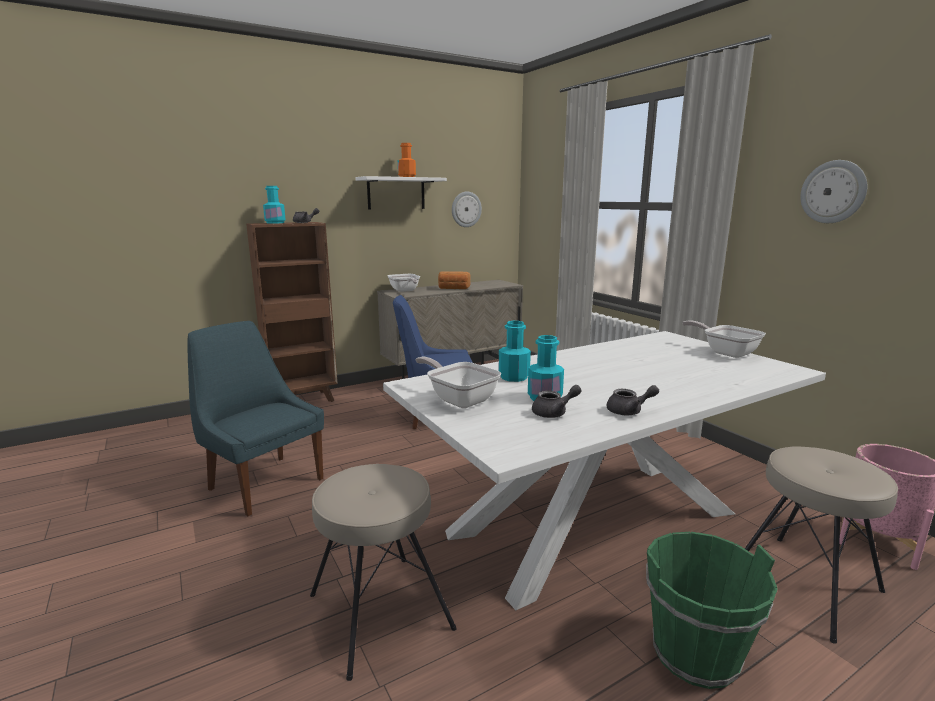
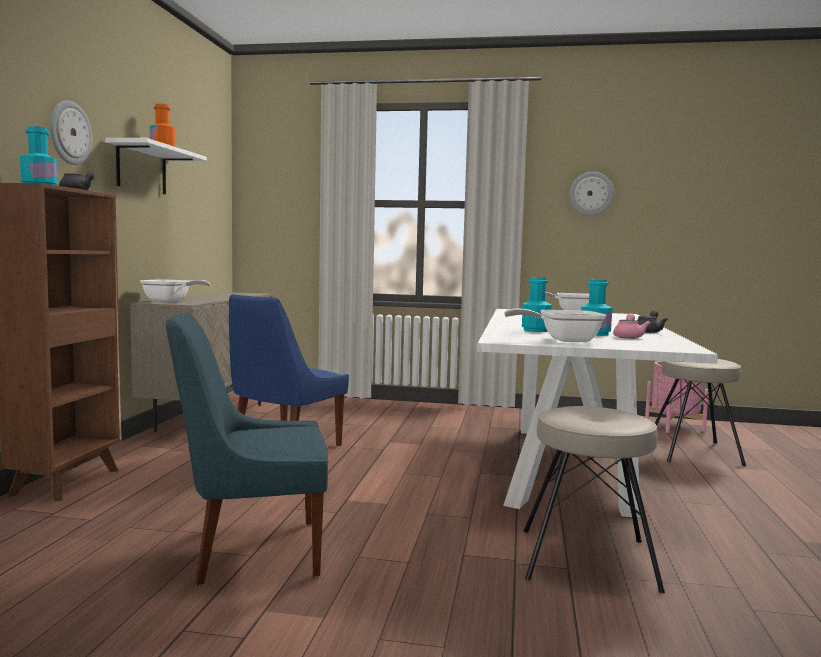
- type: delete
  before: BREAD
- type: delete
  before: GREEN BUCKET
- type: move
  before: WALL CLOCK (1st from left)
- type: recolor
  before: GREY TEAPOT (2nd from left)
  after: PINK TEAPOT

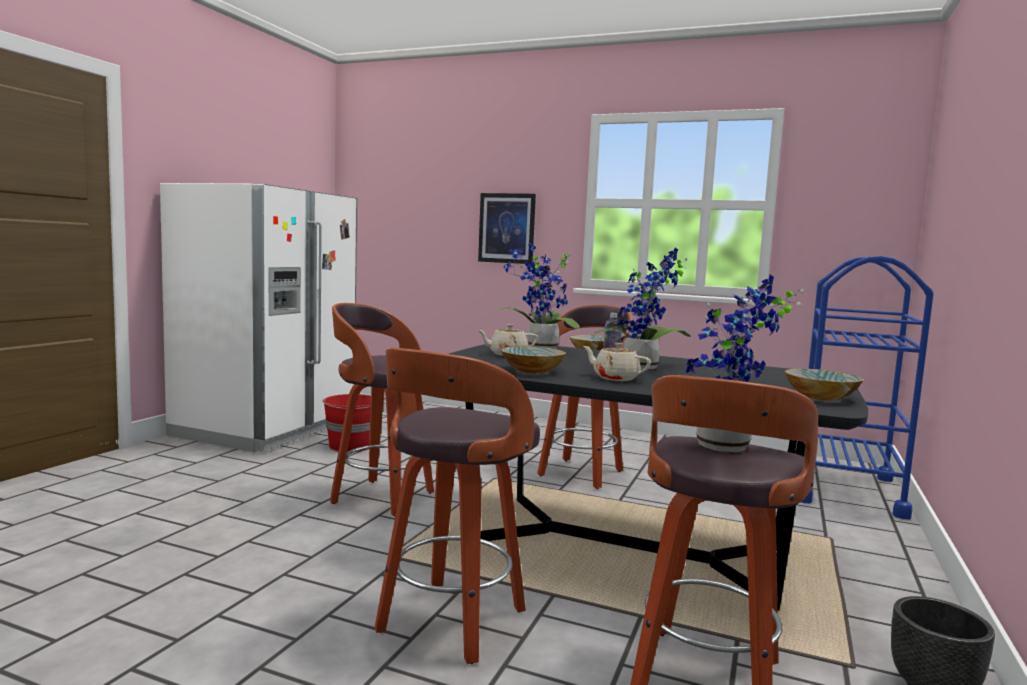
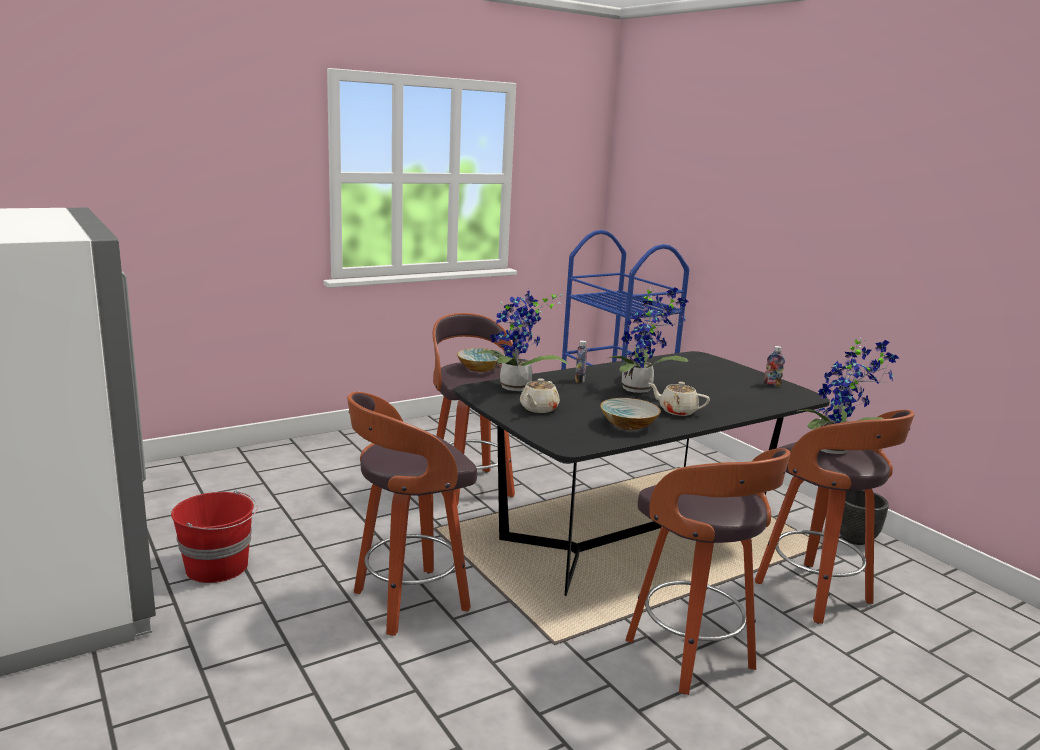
- type: delete
  before: PICTURE
- type: replace
  before: BOWL (3rd from left)
  after: BOTTLE (2nd from left)
- type: rotate
  before: BEIGE TEAPOT (2nd from left)
  turn: 45

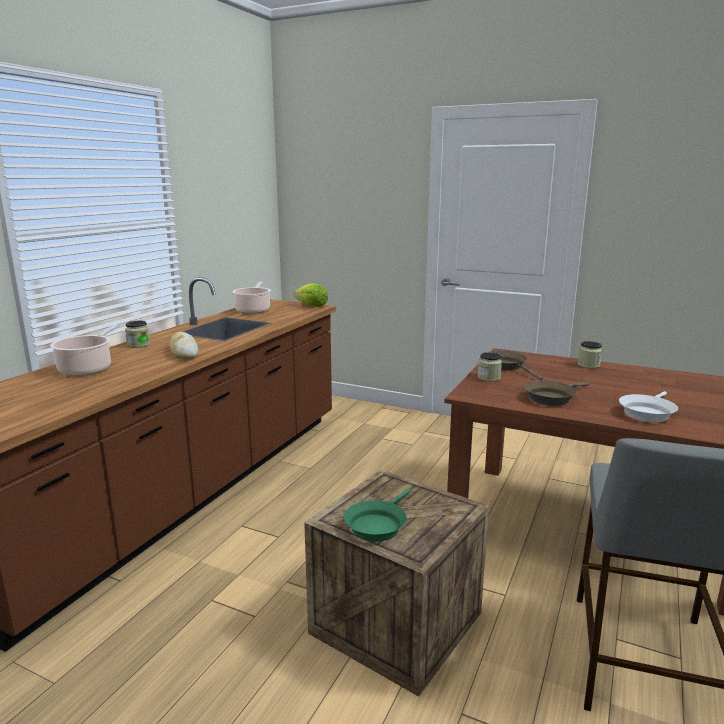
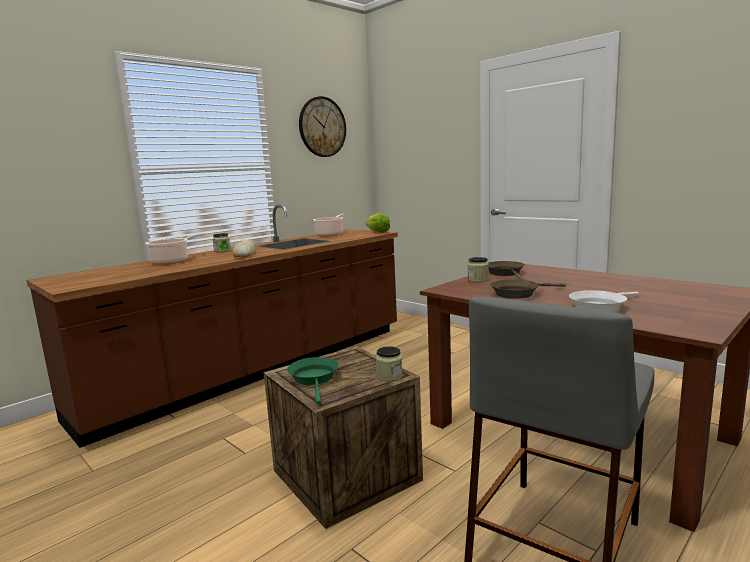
- type: insert
  after: WALL CLOCK
- type: move
  before: JAR (3rd from left in the first image)
  after: JAR (2nd from left)
- type: rotate
  before: GREEN FRYING PAN
  turn: 120

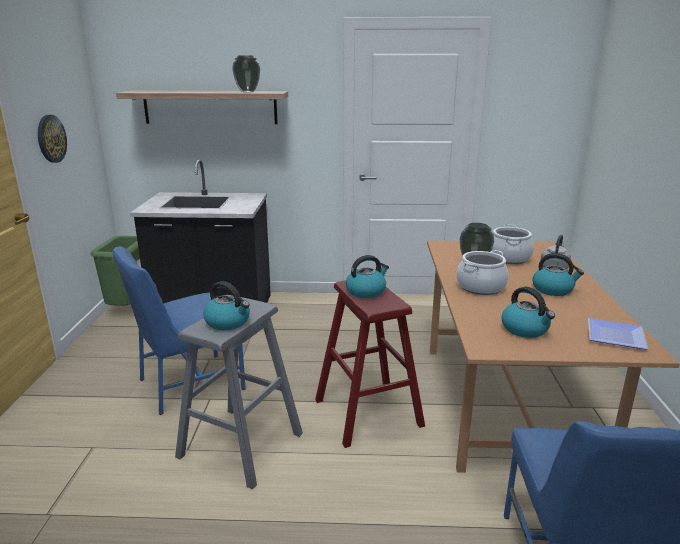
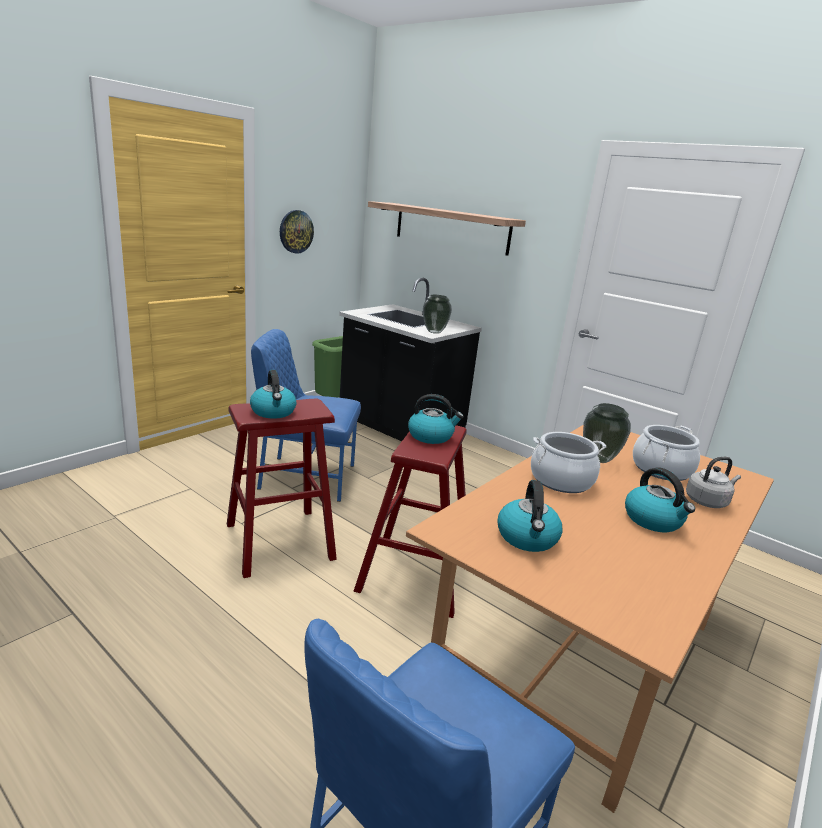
- type: delete
  before: PLATE
- type: move
  before: VASE (1st from left)
- type: recolor
  before: GREY STOOL
  after: RED STOOL (1st from left)

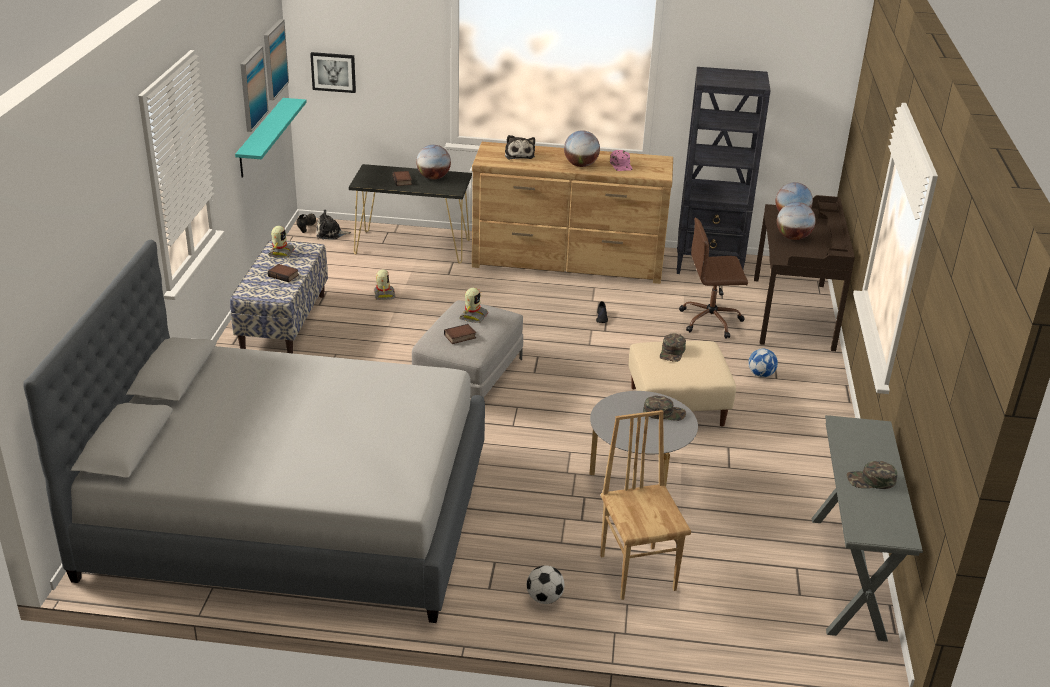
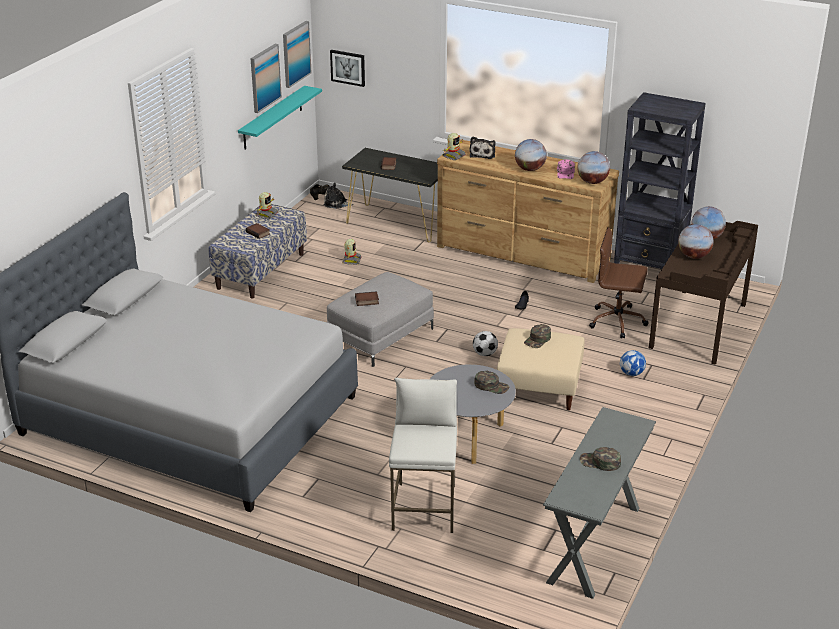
- type: move
  before: GLOBE (1st from left in the first image)
  after: GLOBE (2nd from left)
- type: move
  before: TOY ROBOT (3rd from left)
- type: move
  before: FOOTBALL (1st from left)
- type: replace
  before: BROWN CHAIR
  after: WHITE STOOL

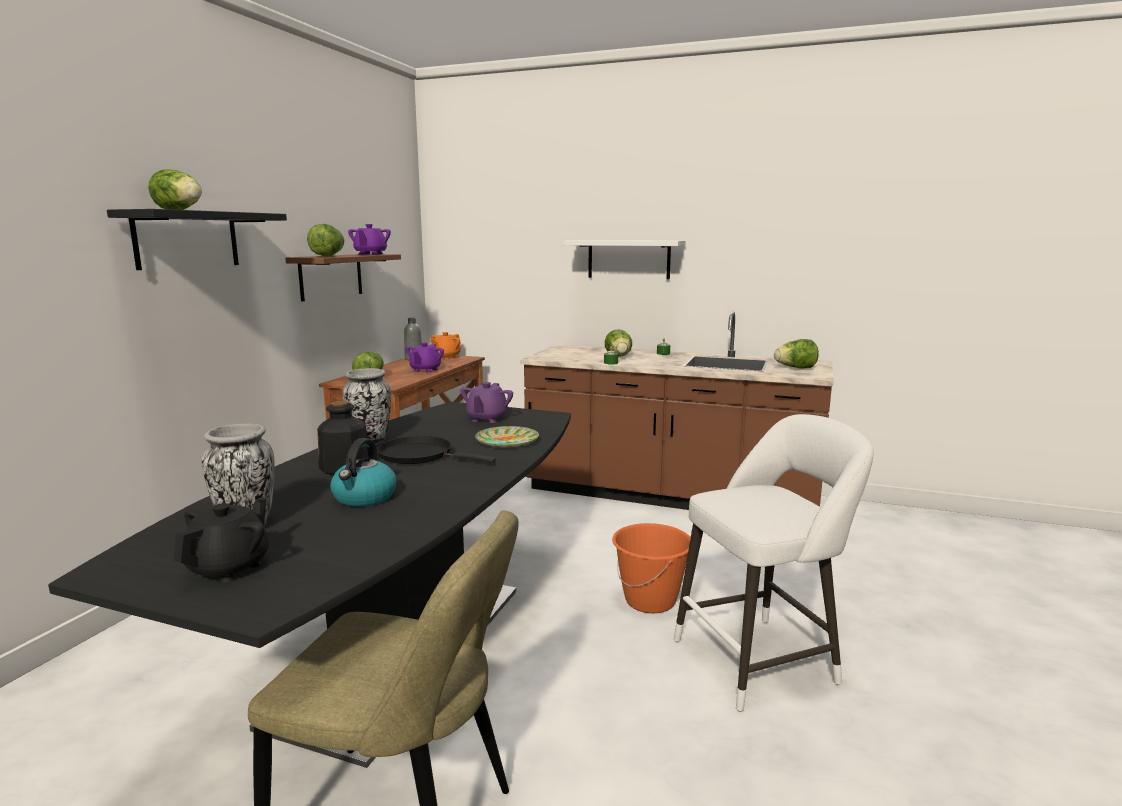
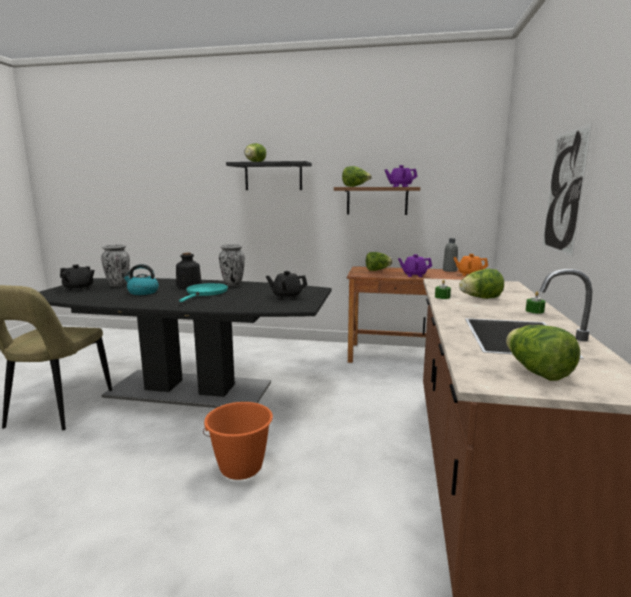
- type: delete
  before: PLATE
- type: delete
  before: WHITE STOOL
- type: replace
  before: WHITE SHELF
  after: PICTURE
- type: recolor
  before: BLACK FRYING PAN
  after: TURQUOISE FRYING PAN
- type: recolor
  before: PURPLE TEAPOT (3rd from left)
  after: BLACK TEAPOT (2nd from left)

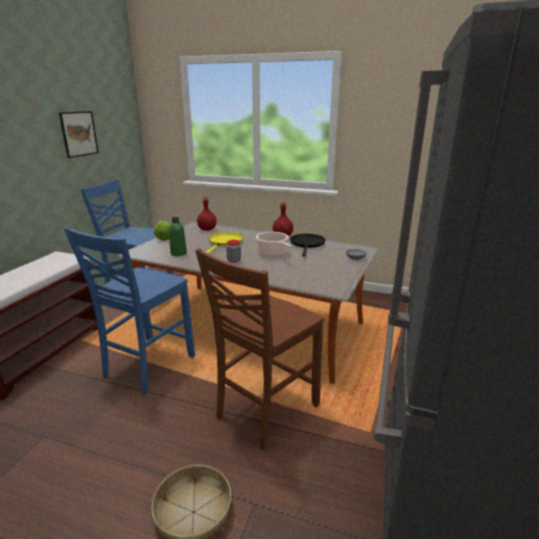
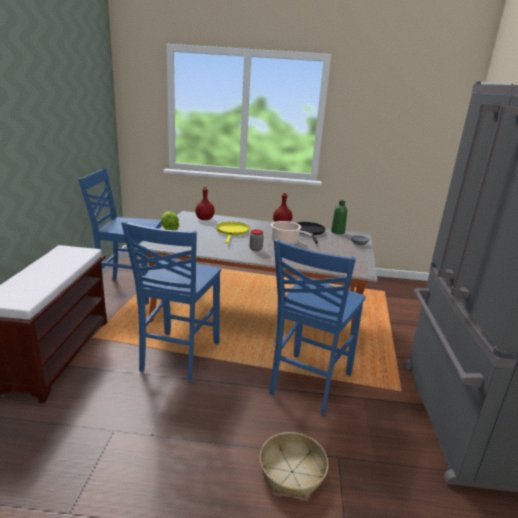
- type: delete
  before: PICTURE
- type: move
  before: GREEN BOTTLE
- type: recolor
  before: BROWN CHAIR
  after: BLUE CHAIR (3rd from left)

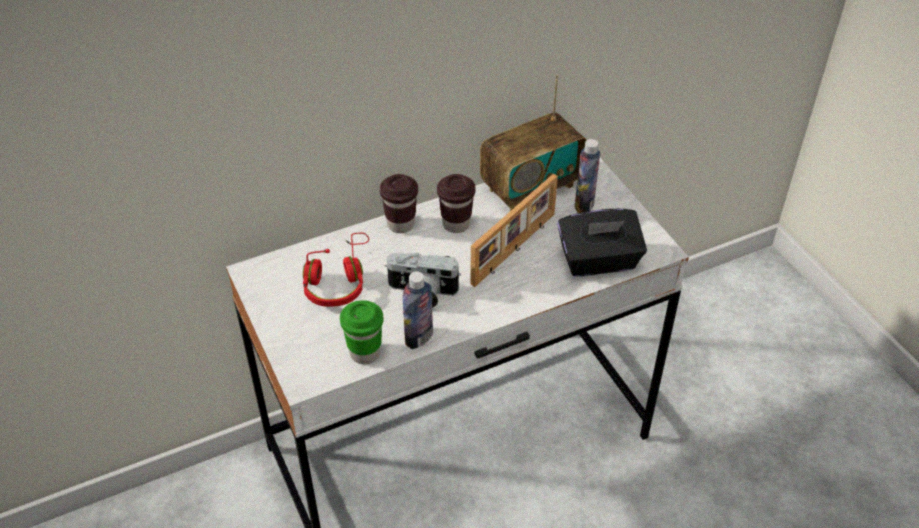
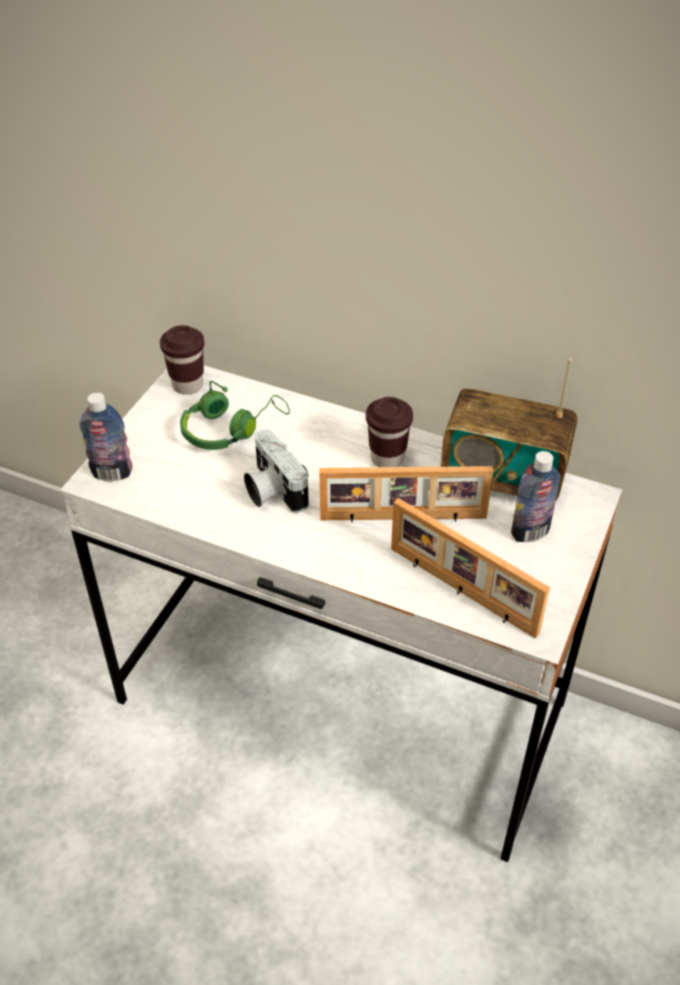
- type: delete
  before: GREEN CUP
- type: move
  before: BROWN CUP (1st from left)
- type: move
  before: BOTTLE (1st from left)
- type: replace
  before: BLACK TISSUE BOX
  after: PICTURE FRAME (2nd from left)
- type: recolor
  before: RED HEADPHONES
  after: GREEN HEADPHONES

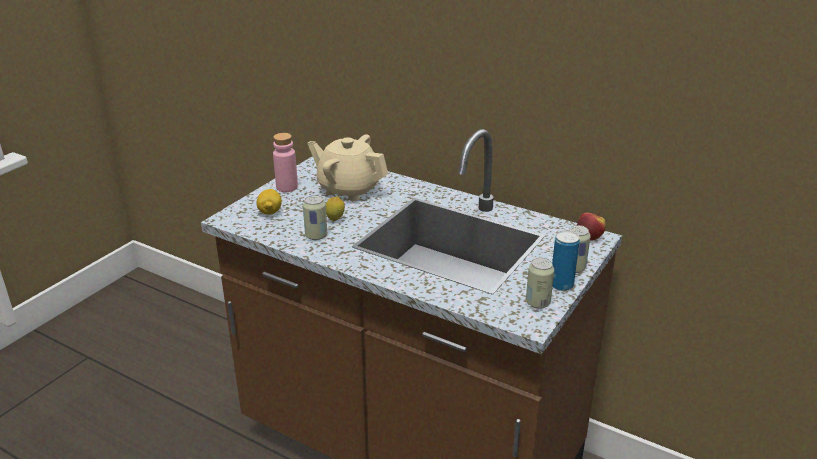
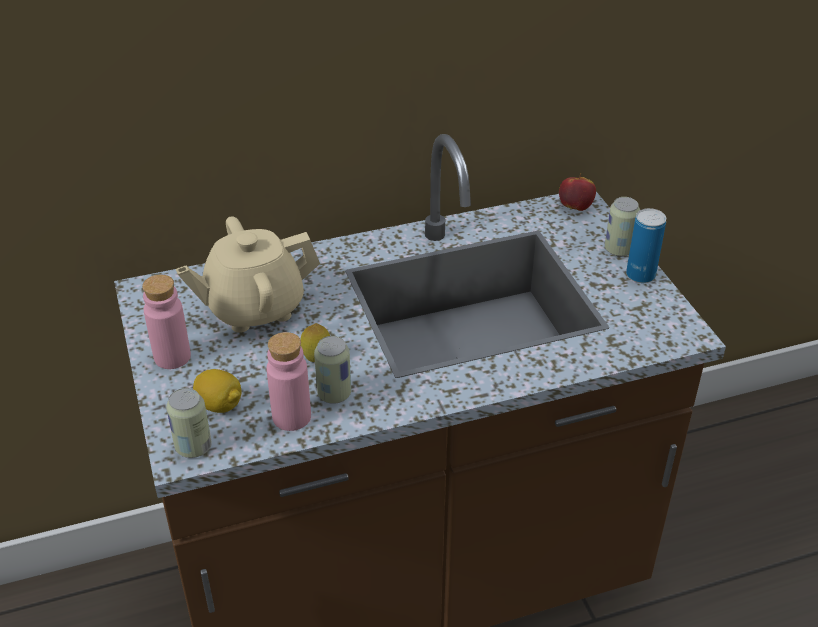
- type: insert
  after: PINK BOTTLE (2nd from left)
- type: move
  before: CAN (2nd from left in the first image)
  after: CAN (1st from left)

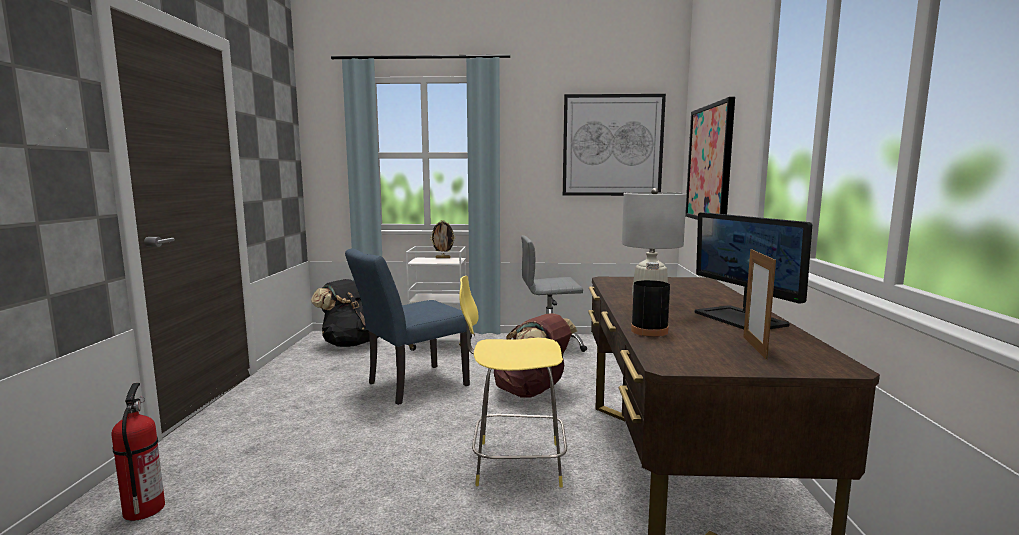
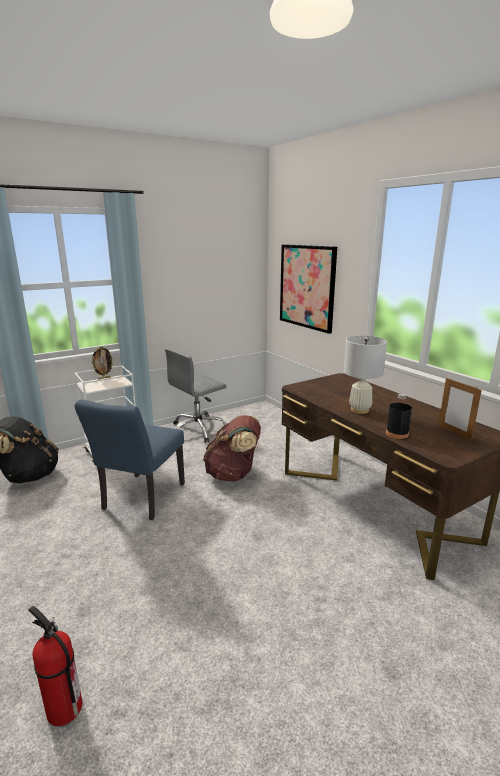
- type: delete
  before: YELLOW STOOL
- type: delete
  before: PICTURE (1st from left)
- type: delete
  before: MONITOR

